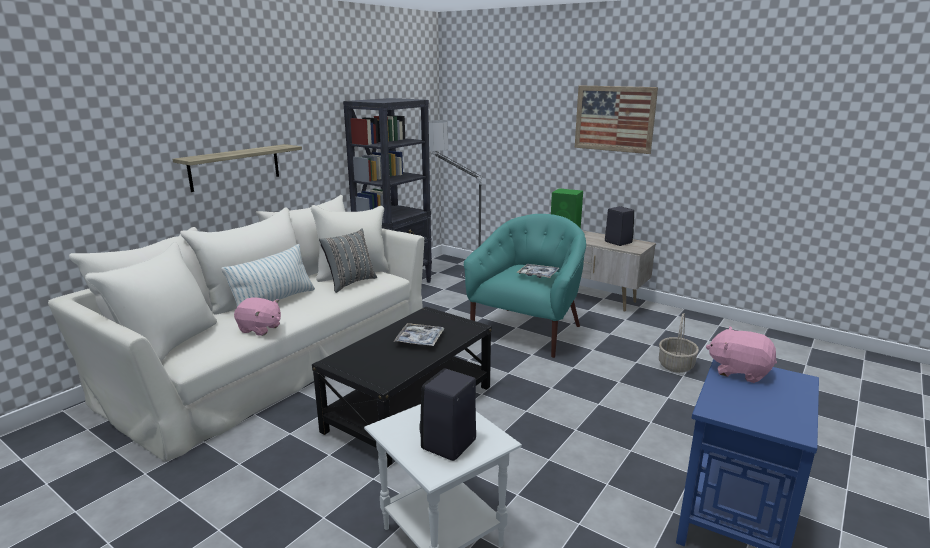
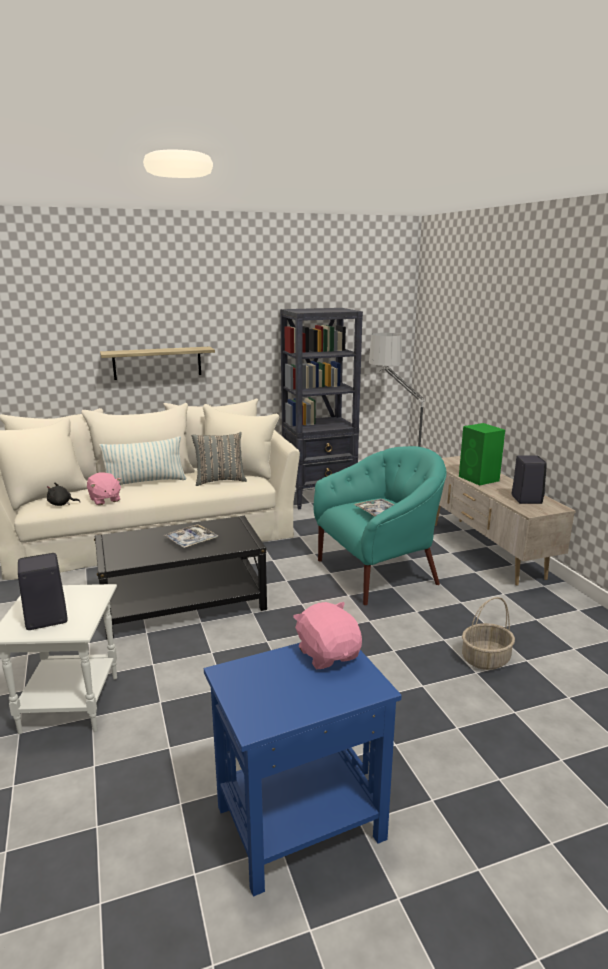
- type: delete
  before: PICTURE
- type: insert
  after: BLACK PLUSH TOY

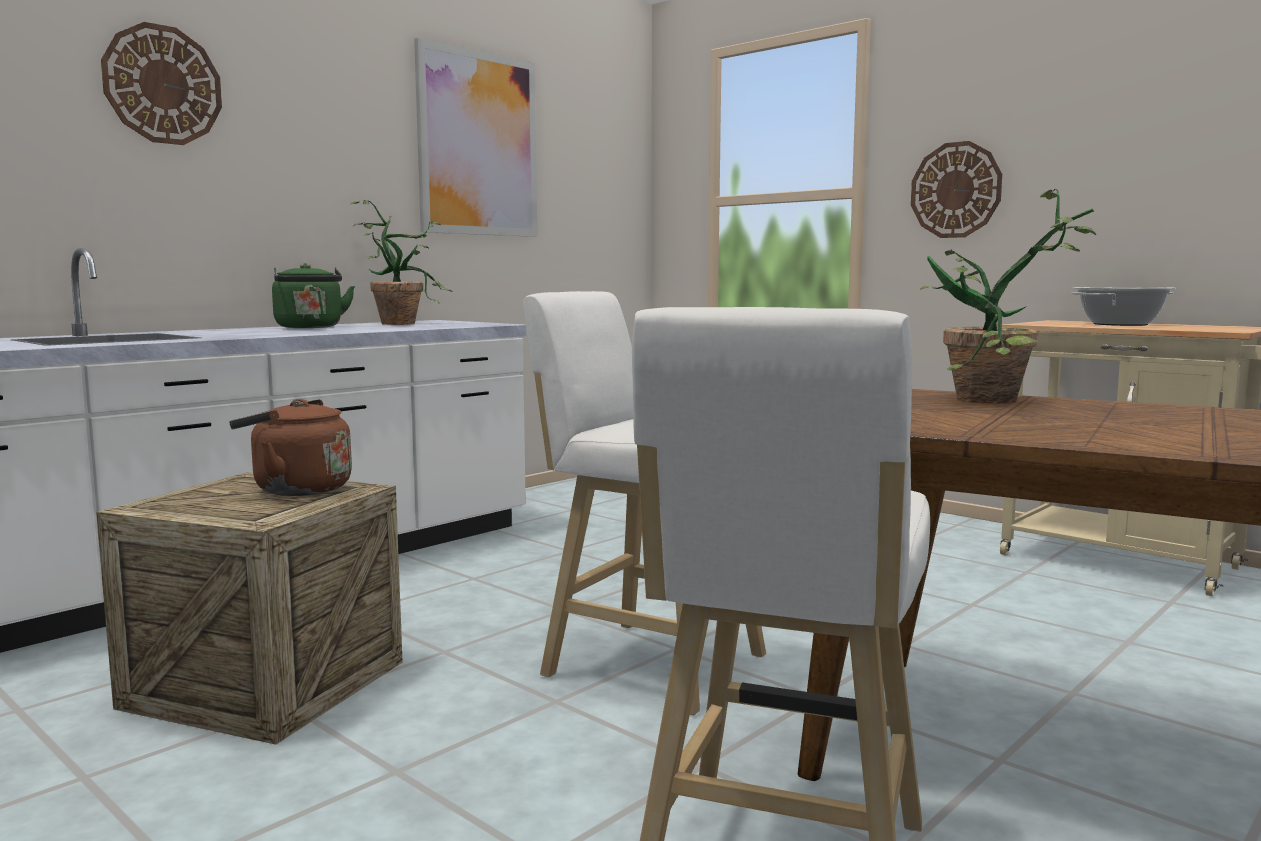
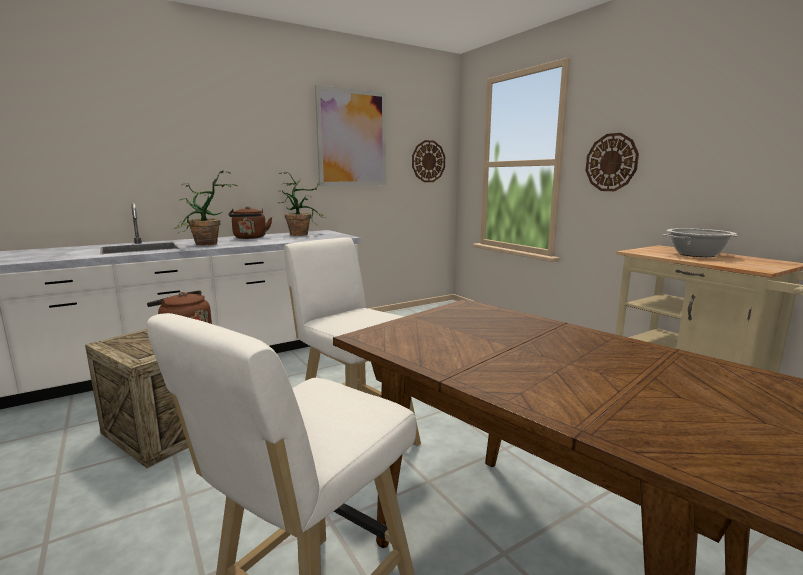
- type: move
  before: WALL CLOCK (1st from left)
- type: move
  before: POTTED PLANT (2nd from left in the first image)
  after: POTTED PLANT (1st from left)
- type: recolor
  before: GREEN KETTLE
  after: BROWN KETTLE (2nd from left)

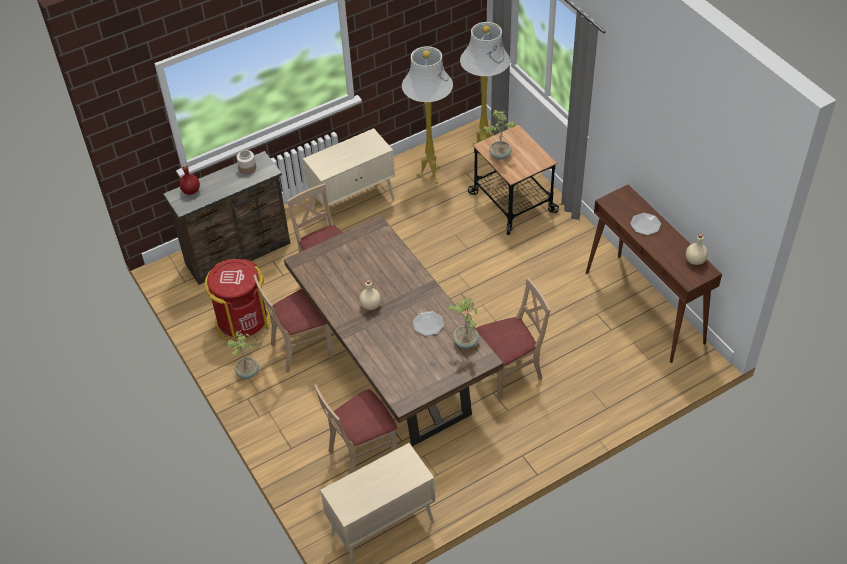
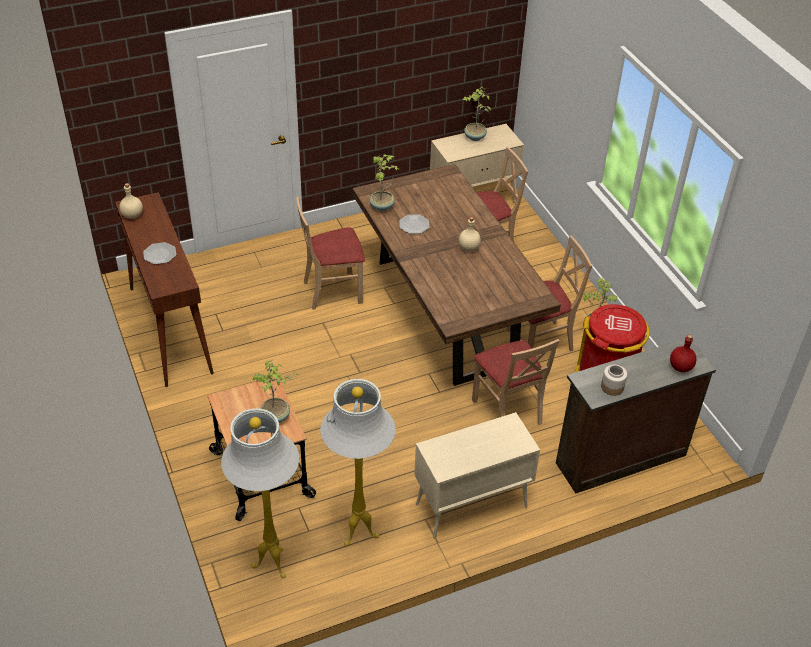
- type: insert
  after: POTTED PLANT (3rd from left)

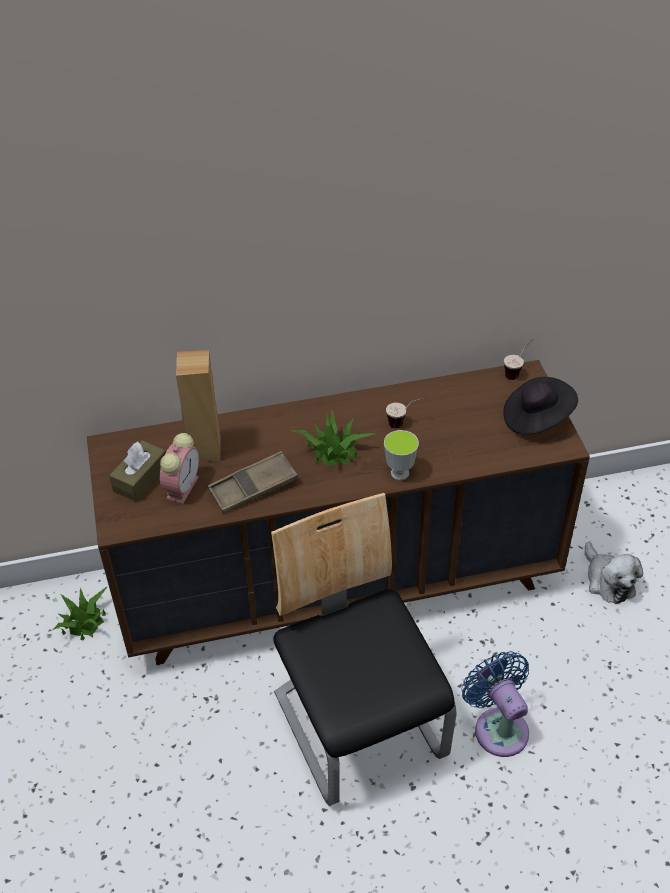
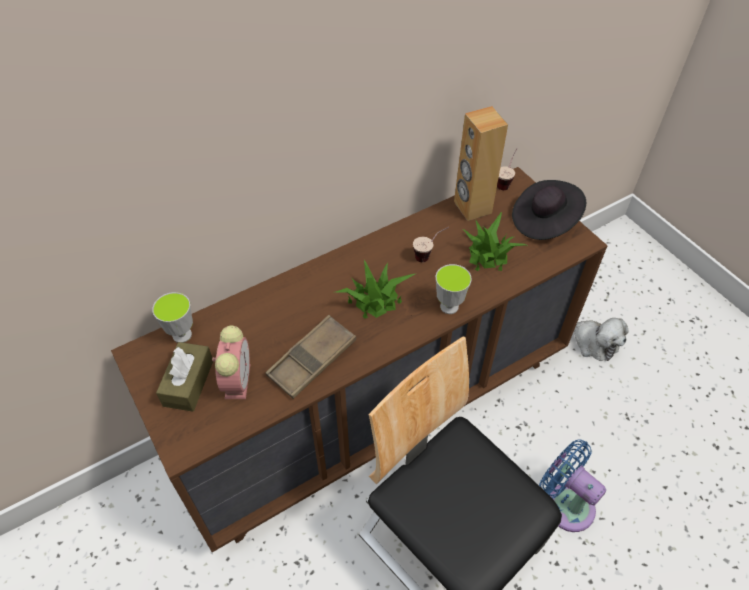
- type: insert
  after: CUP (1st from left)
- type: move
  before: POTTED PLANT (1st from left in the first image)
  after: POTTED PLANT (2nd from left)
- type: move
  before: BROWN SPEAKER

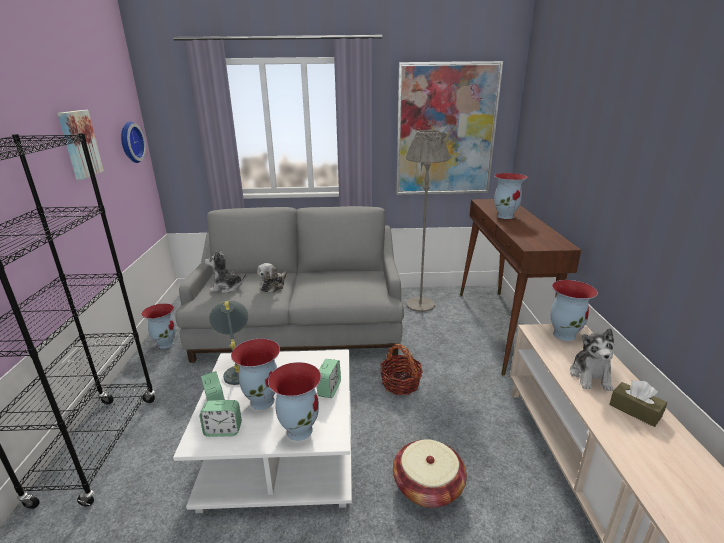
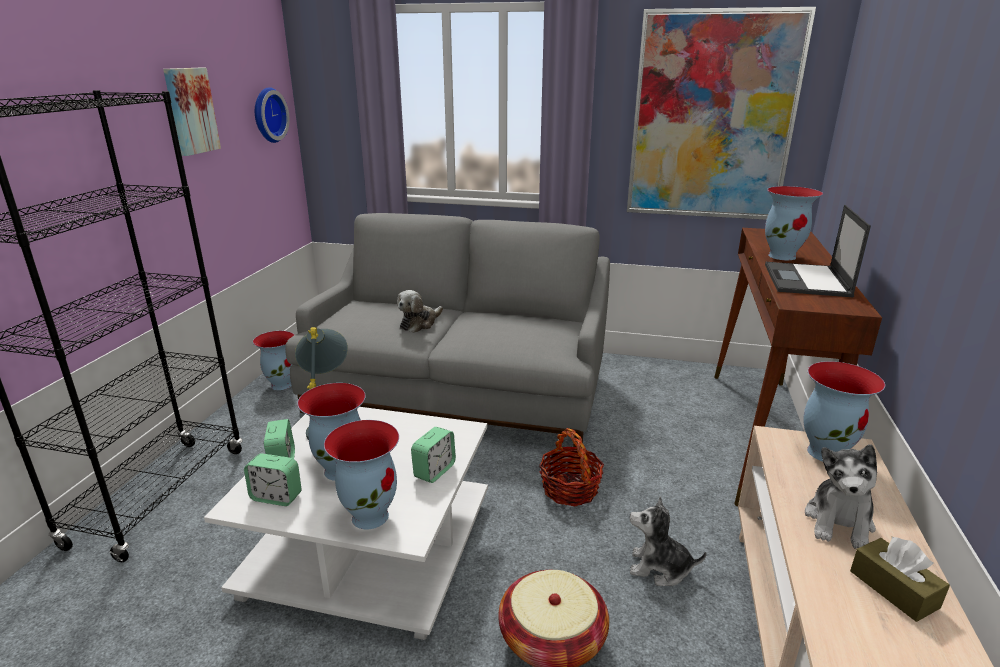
- type: delete
  before: GREY FLOOR LAMP
- type: insert
  after: LAPTOP
- type: move
  before: PLUSH TOY (1st from left in the first image)
  after: PLUSH TOY (2nd from left)

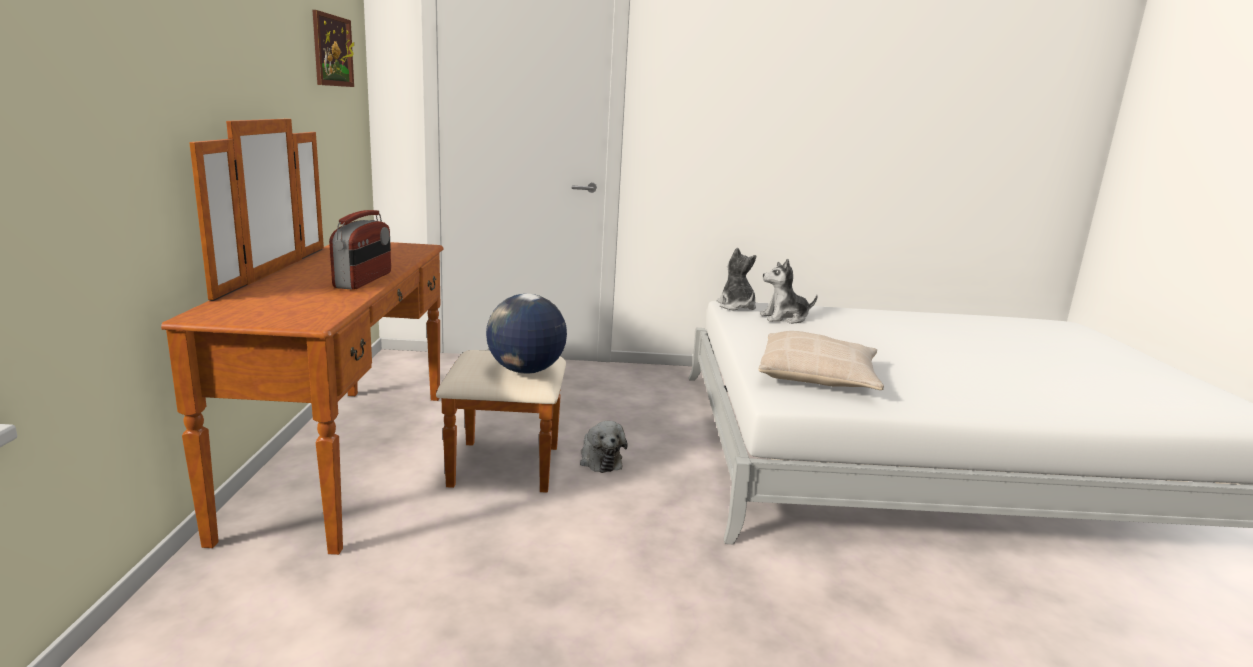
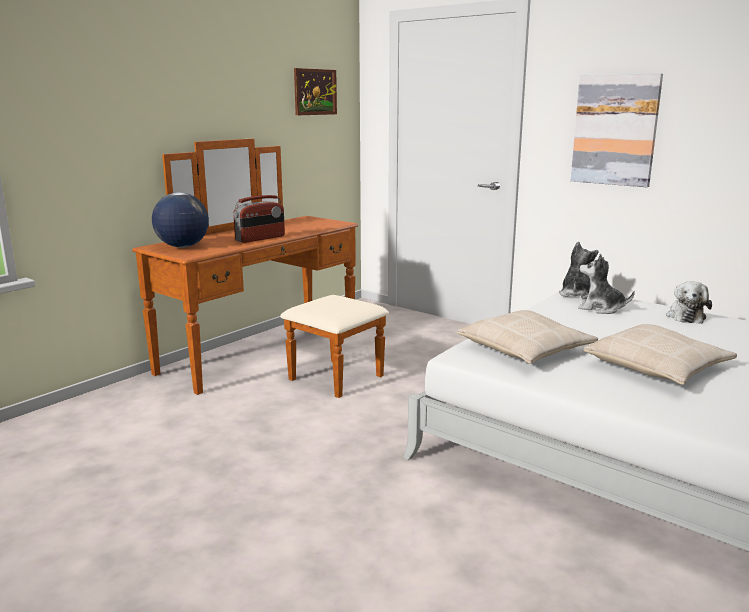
- type: insert
  after: PICTURE (2nd from left)
- type: insert
  after: BEIGE PILLOW (2nd from left)
- type: move
  before: GLOBE
- type: move
  before: PLUSH TOY (1st from left in the first image)
  after: PLUSH TOY (3rd from left)

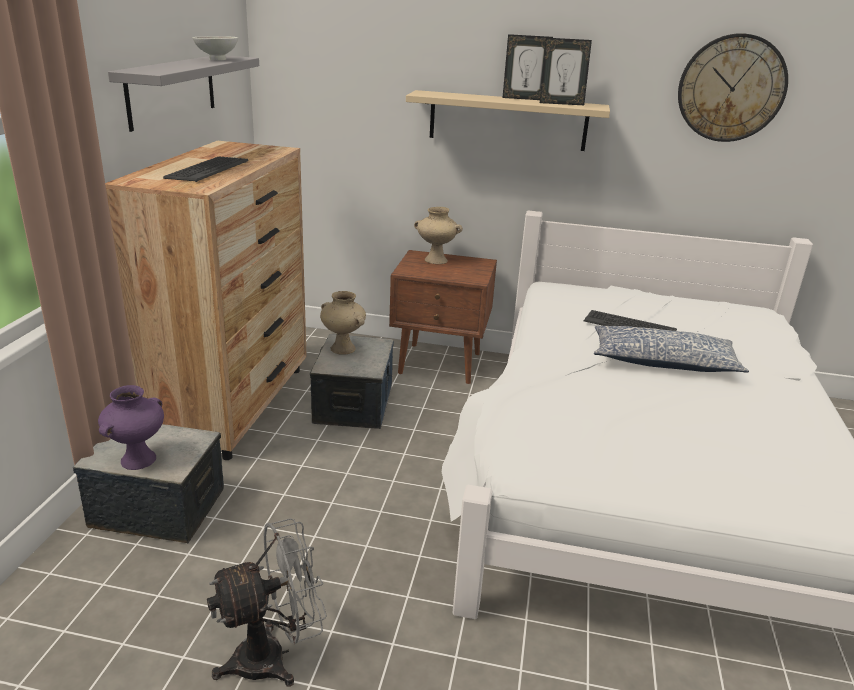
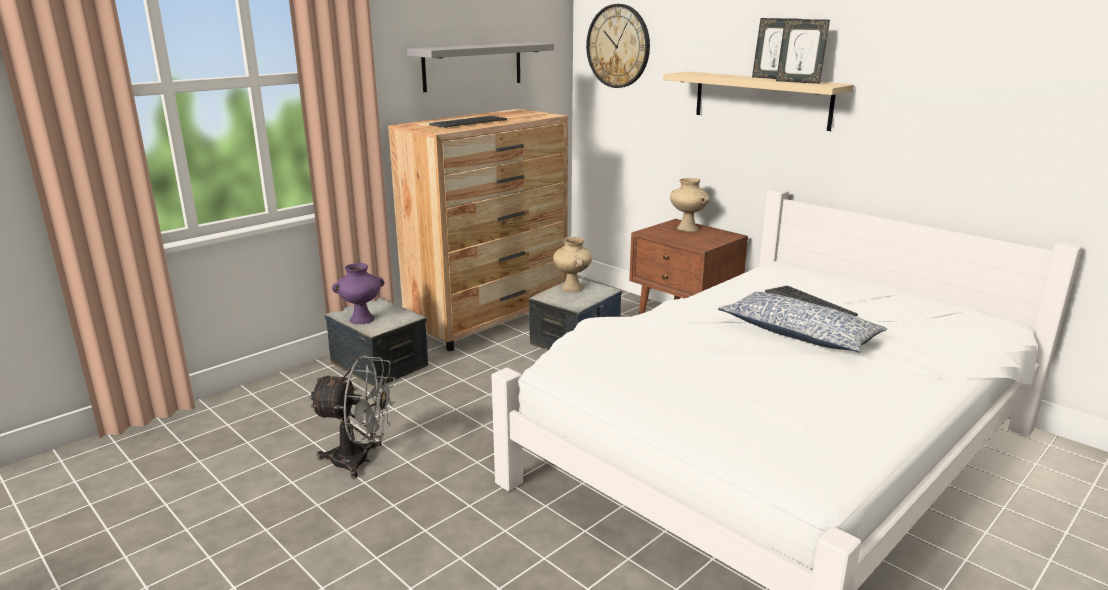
- type: delete
  before: WHITE BOWL
- type: move
  before: WALL CLOCK

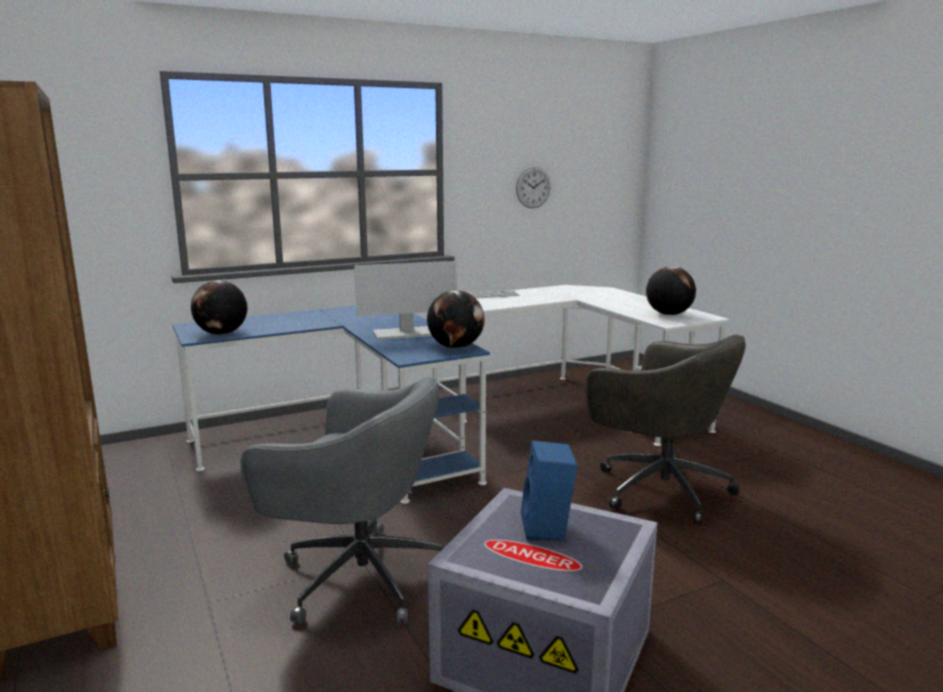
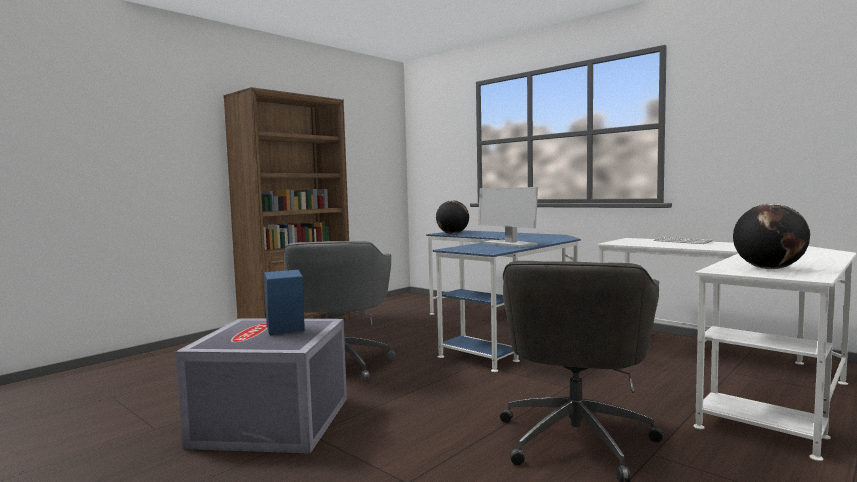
- type: delete
  before: GLOBE (2nd from left)
- type: delete
  before: WALL CLOCK

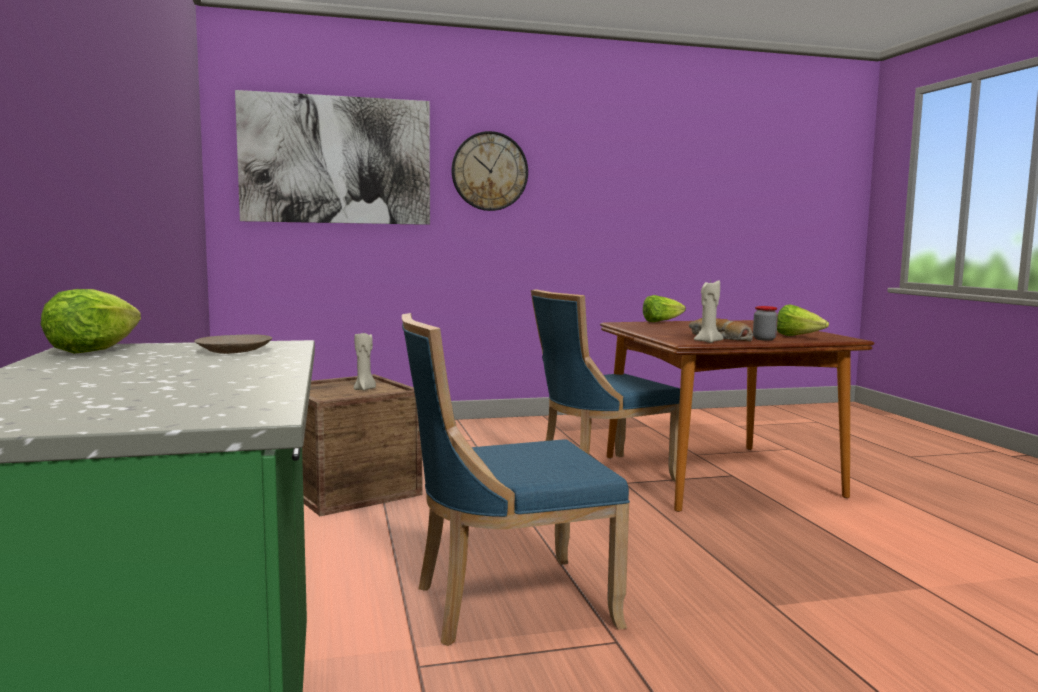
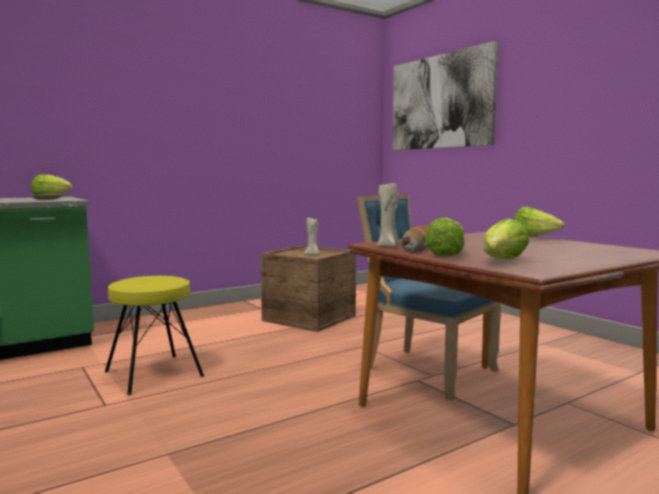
- type: delete
  before: WALL CLOCK
- type: replace
  before: BLUE CHAIR (1st from left)
  after: YELLOW STOOL
- type: replace
  before: JAR
  after: LETTUCE (2nd from left)

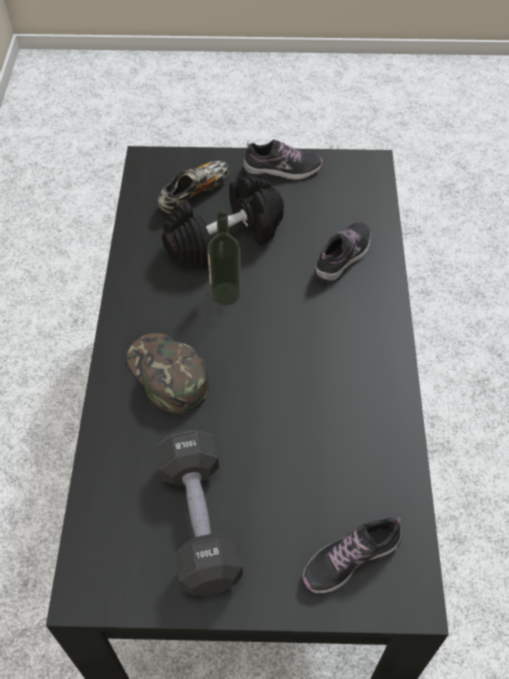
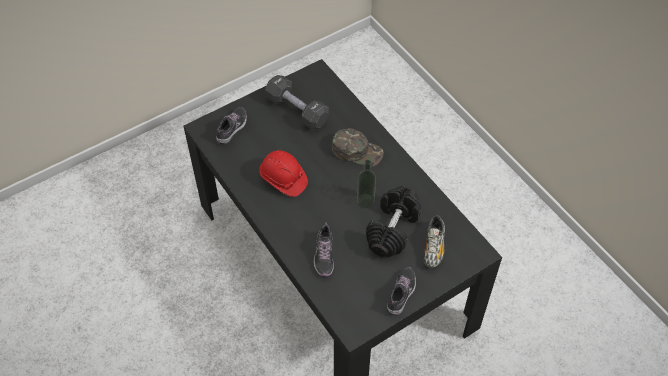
- type: insert
  after: RED HARD HAT
- type: rotate
  before: SHOE (2nd from left in the first image)
  turn: 150

